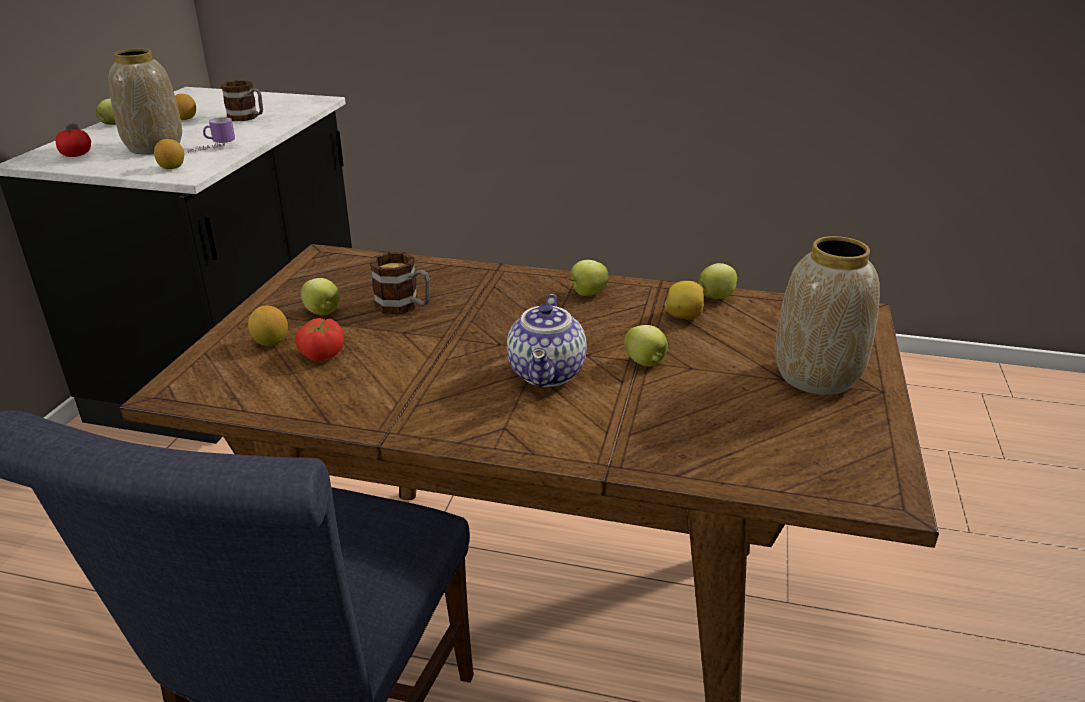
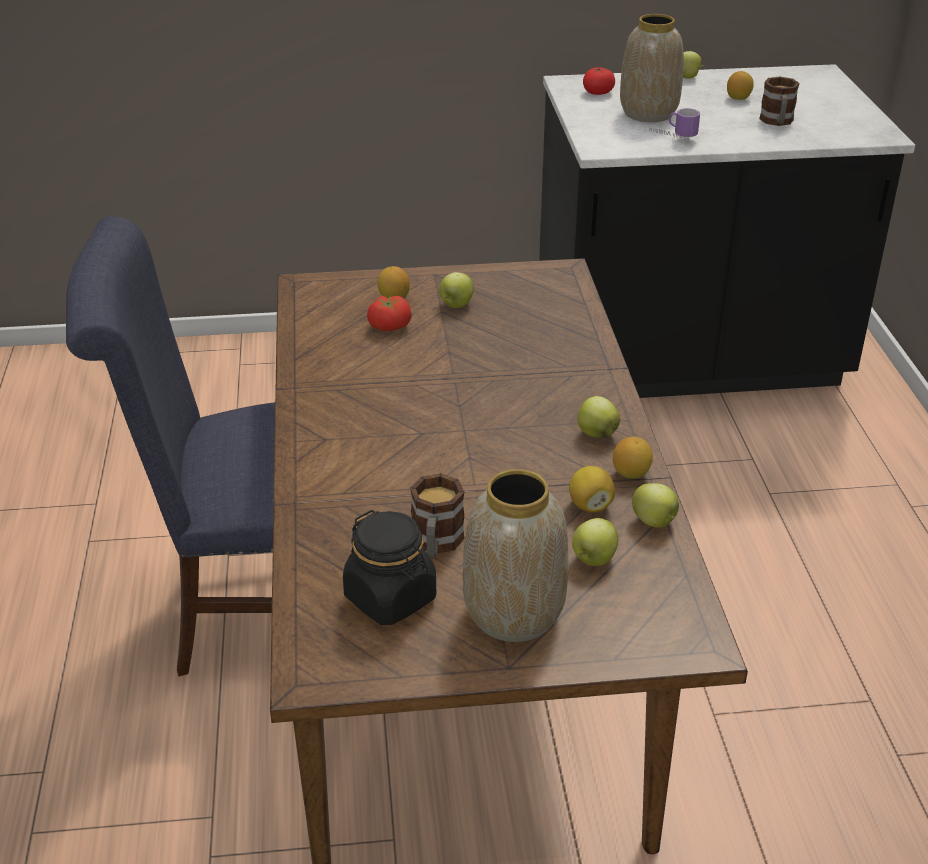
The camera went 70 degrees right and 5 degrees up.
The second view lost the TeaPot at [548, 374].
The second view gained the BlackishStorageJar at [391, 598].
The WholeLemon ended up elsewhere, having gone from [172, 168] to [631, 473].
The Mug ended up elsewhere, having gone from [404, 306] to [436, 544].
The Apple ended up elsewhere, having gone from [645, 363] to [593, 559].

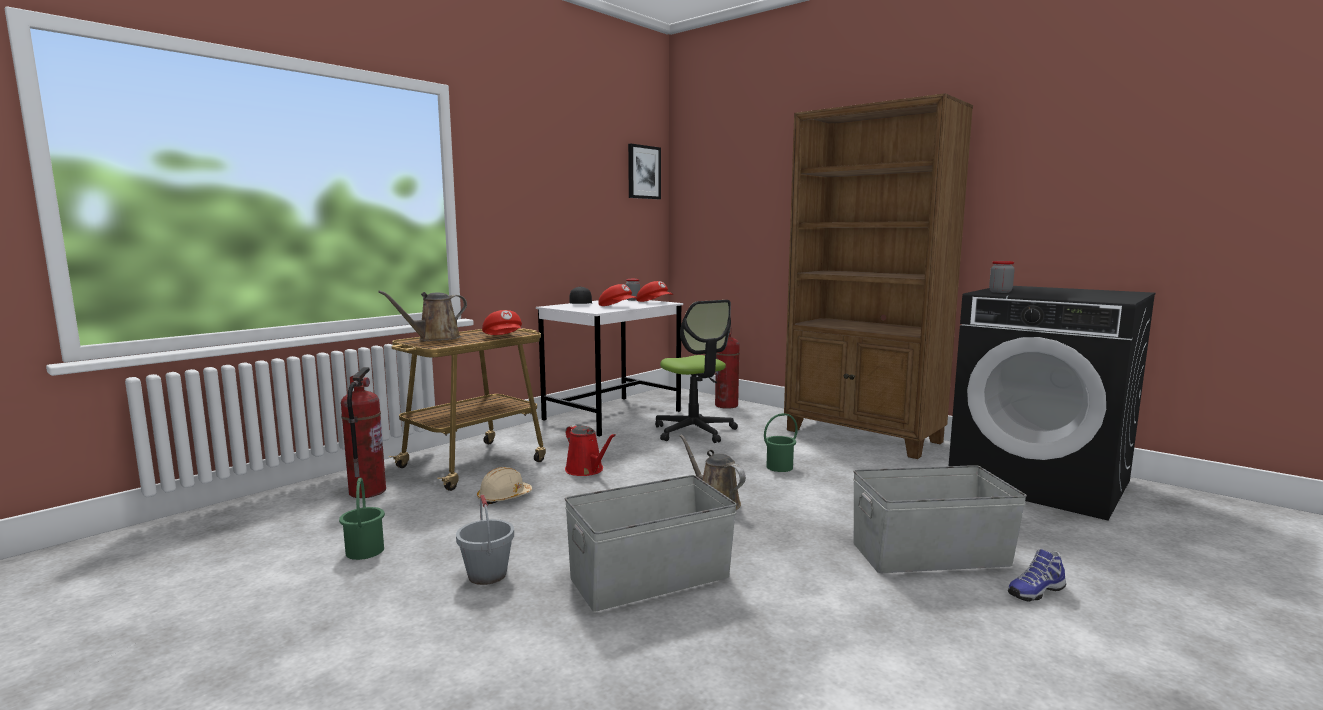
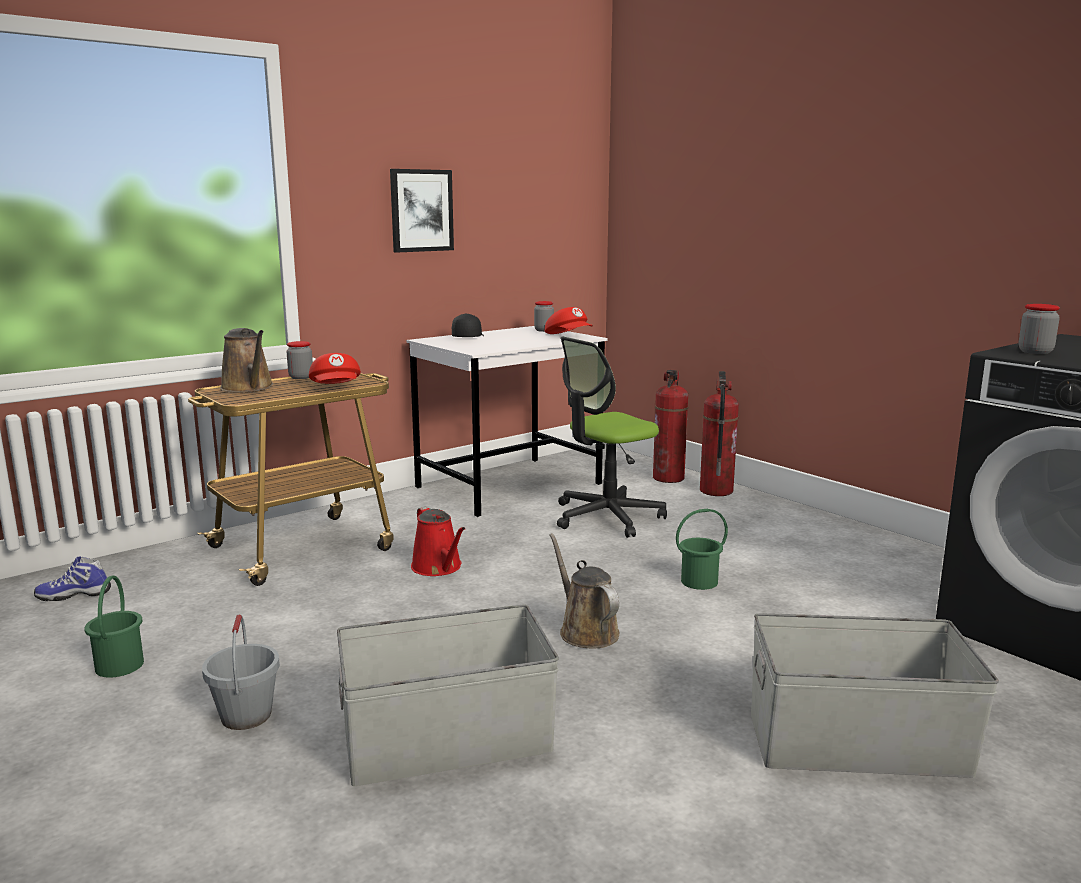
The camera went 10 degrees right and 5 degrees up.
The second view lost the BeigeHardHat at [504, 497].
The second view lost the RedBaseballCap at [618, 307].
The second view lost the BrownishShelvingUnit at [863, 436].
The second view gained the StorageJar at [301, 377].
The Extinguisher ended up elsewhere, having gone from [367, 492] to [716, 491].
The WallArt ended up elsewhere, having gone from [643, 172] to [421, 210].
The Shoe ended up elsewhere, having gone from [1034, 591] to [74, 595].
The BrownishWateringPot at [435, 338] ended up facing another way, 90 degrees counterclockwise from before.
The DeskChair at [694, 431] ended up facing another way, 75 degrees clockwise from before.

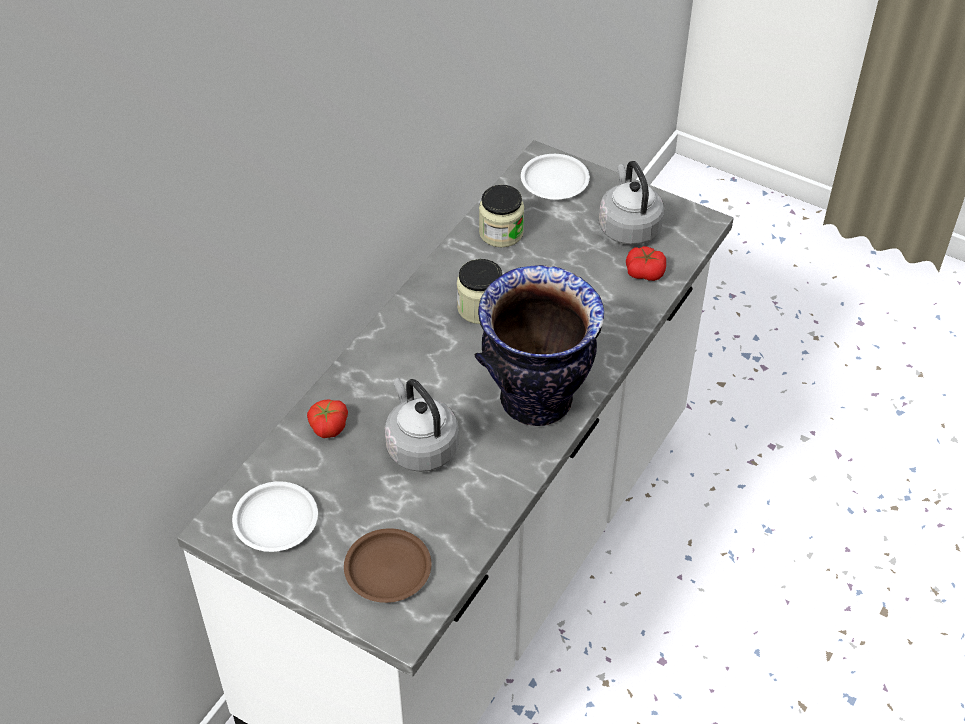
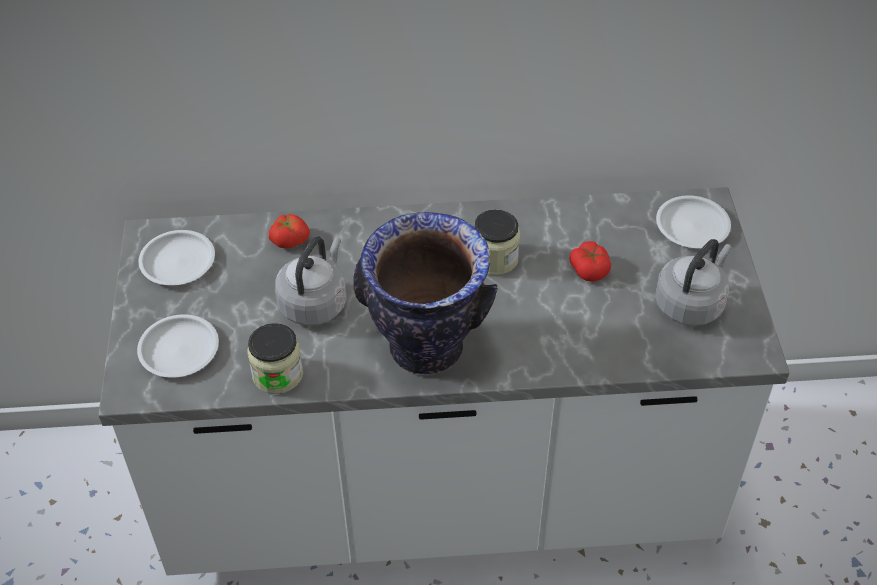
The camera went 55 degrees right and 0 degrees up.
The StorageJar ended up elsewhere, having gone from [501, 233] to [277, 374].
The Tomato ended up elsewhere, having gone from [644, 272] to [589, 269].
What was the BrownishDinnerPlate at [388, 570] turned into the WhiteColouredDinnerPlate at [178, 350].

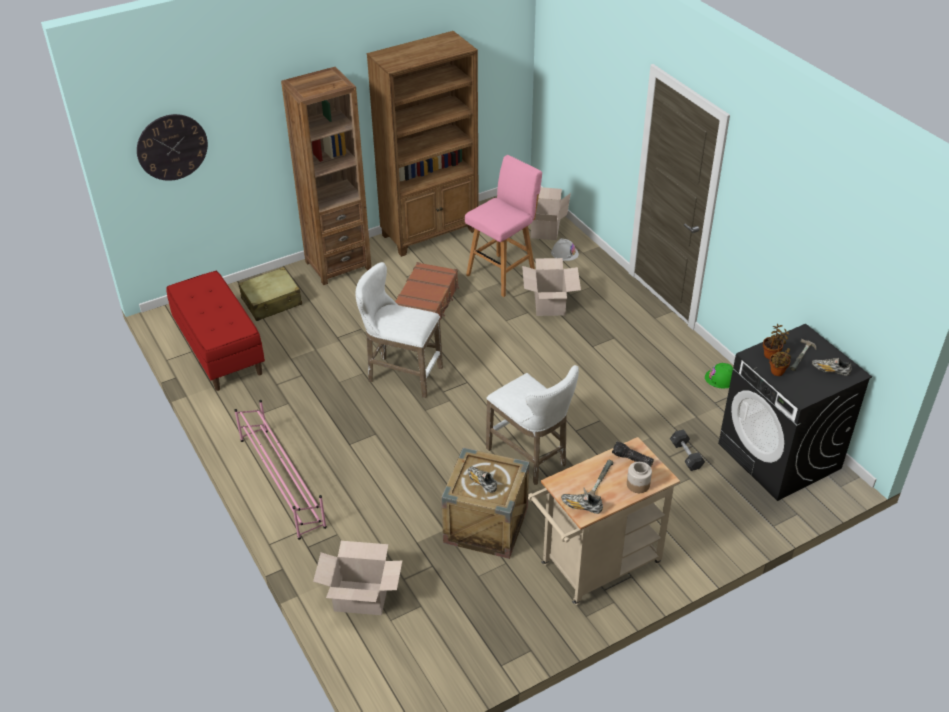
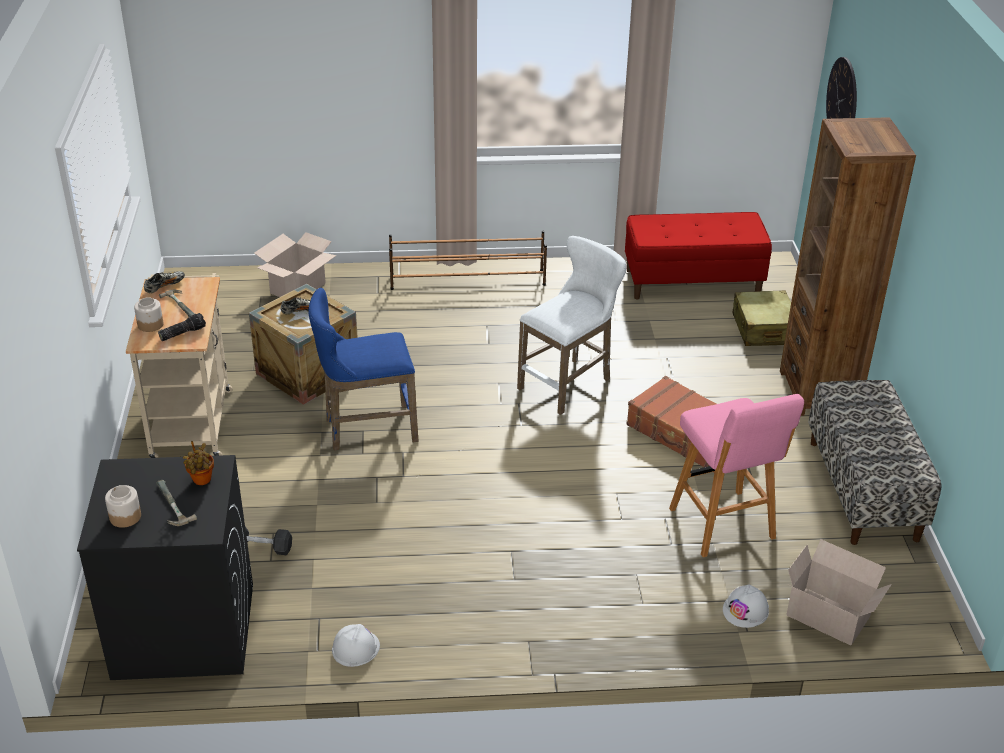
The camera went 115 degrees right and 5 degrees down.
The second view lost the Carton at [549, 304].
The second view lost the PottedPlant at [777, 373].
Where the BrownishShelvingUnit stood at [430, 233], the Bench came to stand at [863, 490].
Where the Shoe stood at [830, 370], the StorageJar came to stand at [125, 517].
What was the PinkShoeStand at [282, 481] turned into the BrownishShoeStand at [468, 279].
What was the WhiteColouredStoolSeat at [530, 458] turned into the BlueColouredStoolSeat at [365, 429].
What was the GreenishHardHat at [720, 378] turned into the WhiteColouredHardHat at [355, 648].

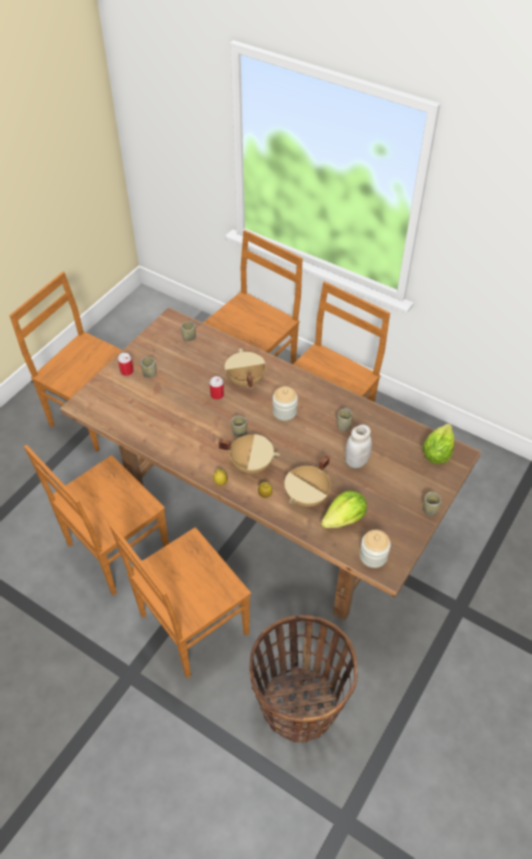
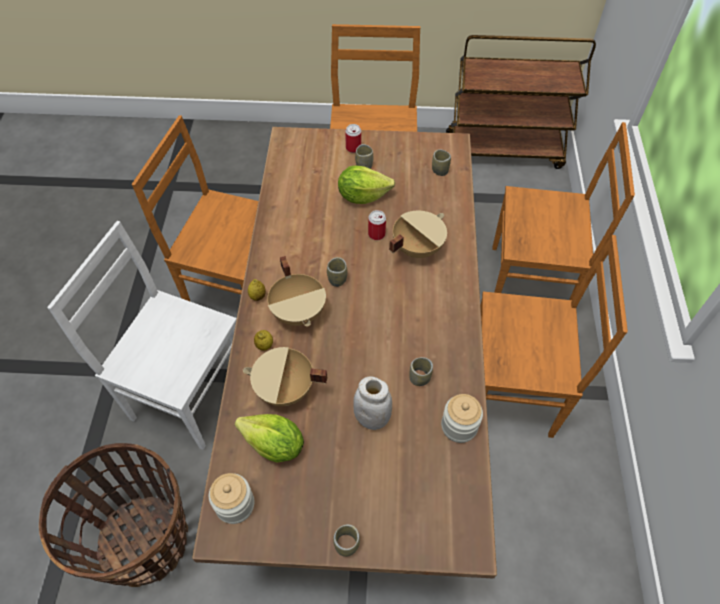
The camera went 60 degrees right and 5 degrees up.
The second view gained the BrownishTrolley at [504, 150].
The StorageJar ended up elsewhere, having gone from [284, 412] to [459, 426].
The HeadOfLettuce ended up elsewhere, having gone from [437, 453] to [362, 196].
What was the BrownishChair at [191, 626] turned into the WhiteColouredChair at [187, 393].

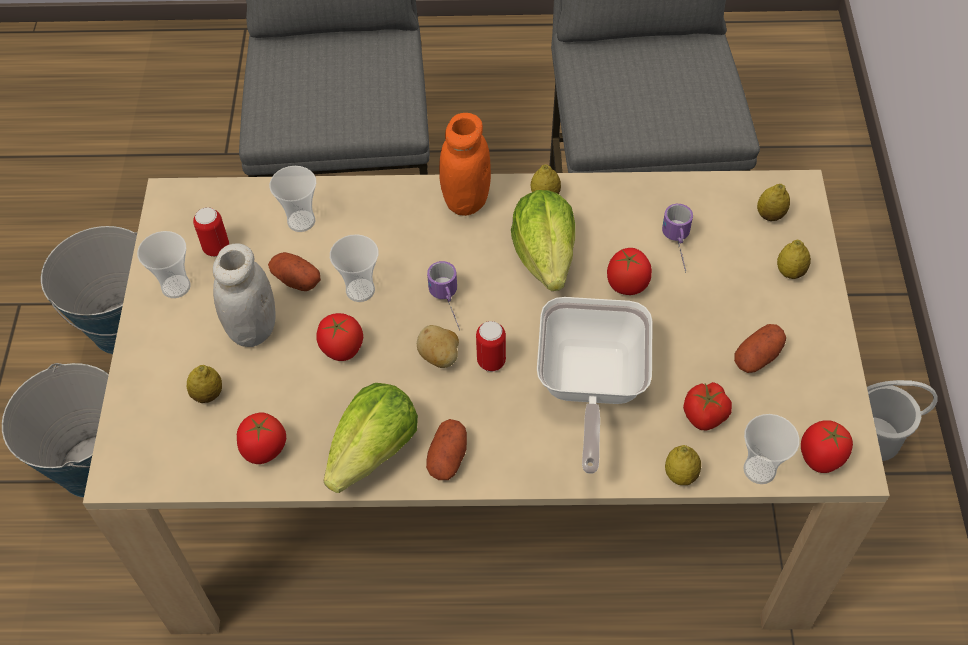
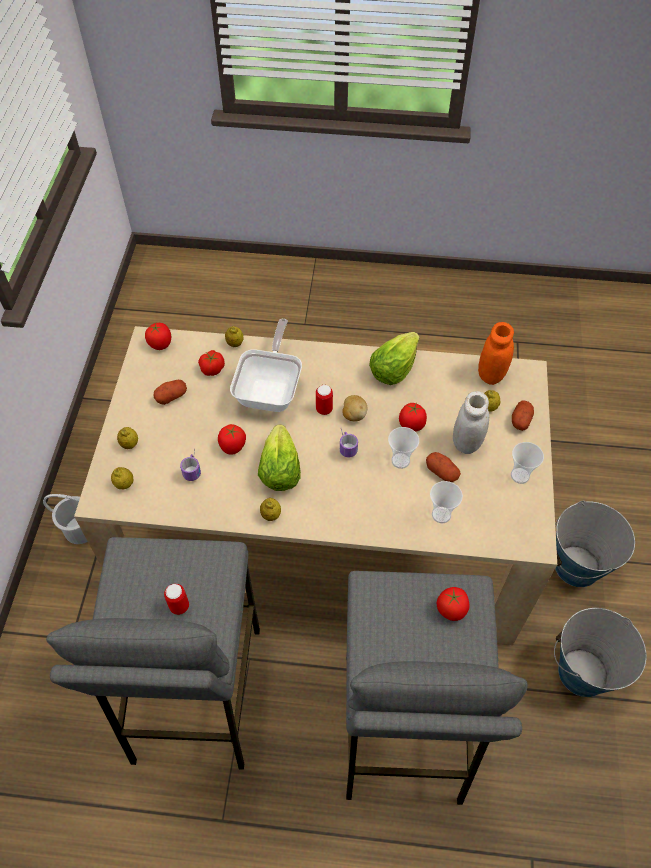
The camera went 175 degrees left and 0 degrees up.
The second view lost the Cup at [759, 469].
The SealedCan ended up elsewhere, having gone from [216, 248] to [179, 606].
The Tomato ended up elsewhere, having gone from [264, 450] to [451, 609].
The Spud ended up elsewhere, having gone from [447, 458] to [520, 420].
The OrangeColouredStorageJar ended up elsewhere, having gone from [466, 200] to [491, 375].

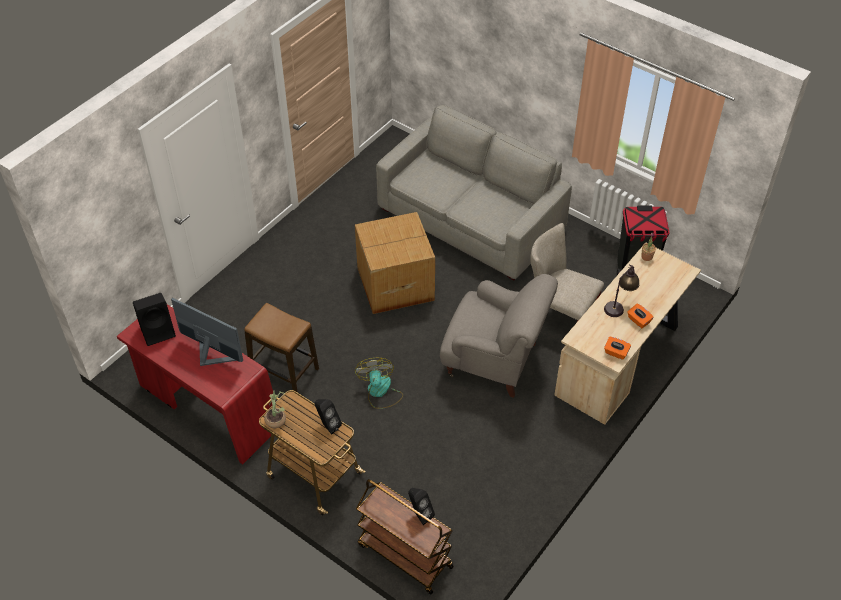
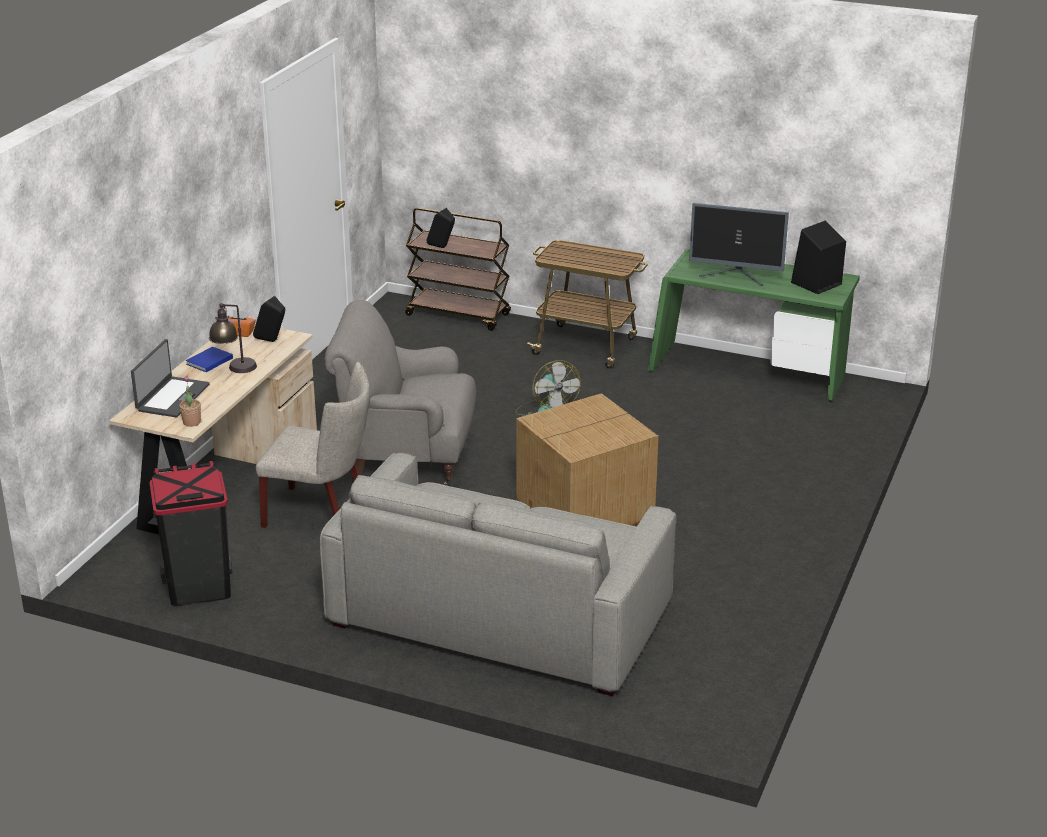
The camera went 165 degrees right and 20 degrees down.
The second view lost the StoolSeat at [284, 371].
The second view lost the PottedPlant at [276, 418].
The second view gained the PortableComputer at [172, 397].
The BlackishLoudspeaker ended up elsewhere, having gone from [327, 425] to [272, 341].
Where the OrangeColouredTissueBox stood at [638, 321], the BlueColouredBoundBook came to stand at [208, 361].
What was the RedDeskUnit at [207, 407] turned into the GreenishDeskUnit at [748, 373].

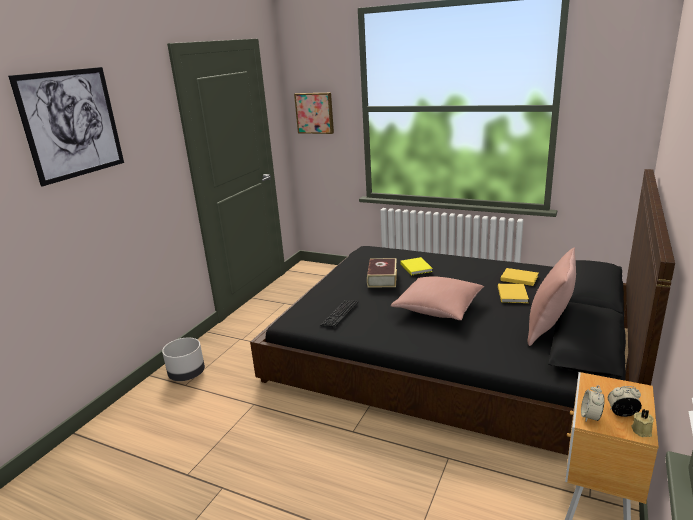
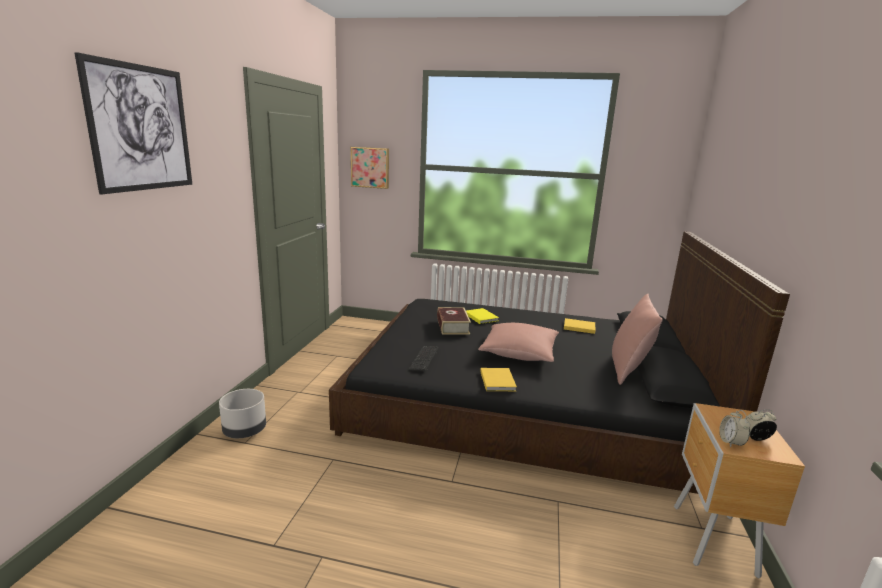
The camera went 15 degrees left and 5 degrees down.
The second view lost the BeigeCandle at [642, 430].
The YellowBoundBook ended up elsewhere, having gone from [513, 294] to [498, 380].

